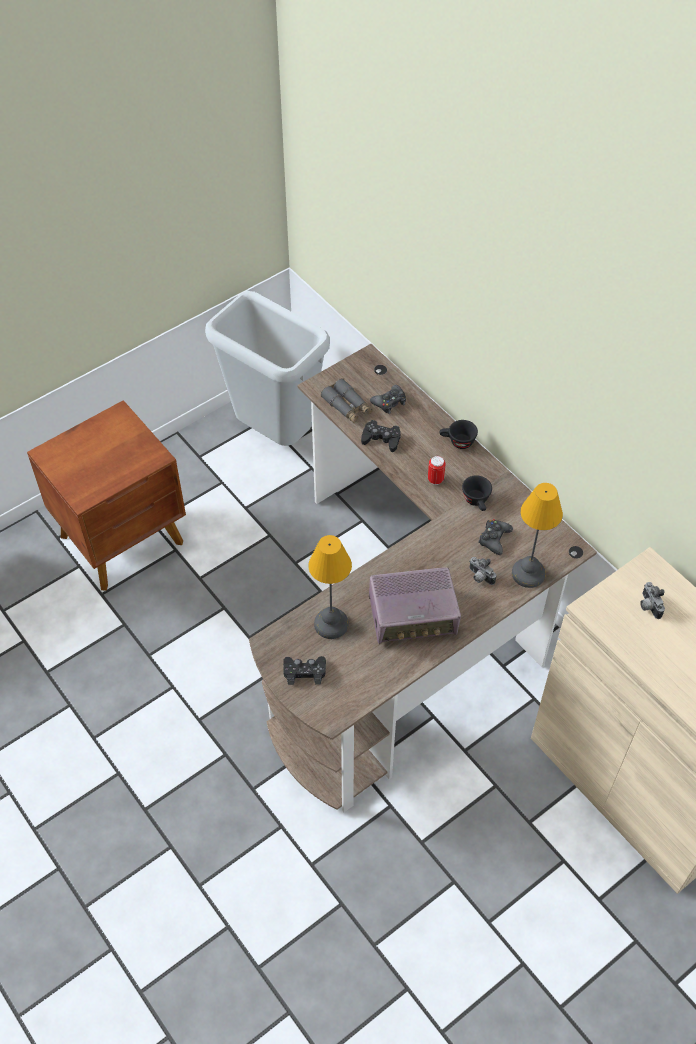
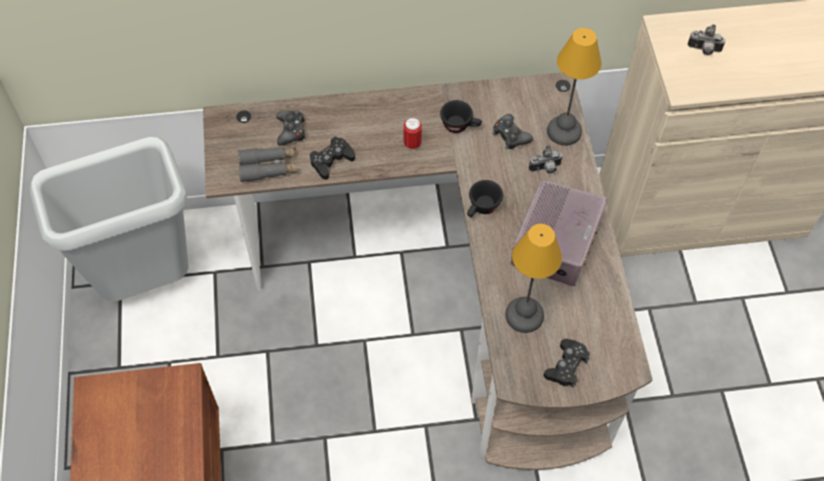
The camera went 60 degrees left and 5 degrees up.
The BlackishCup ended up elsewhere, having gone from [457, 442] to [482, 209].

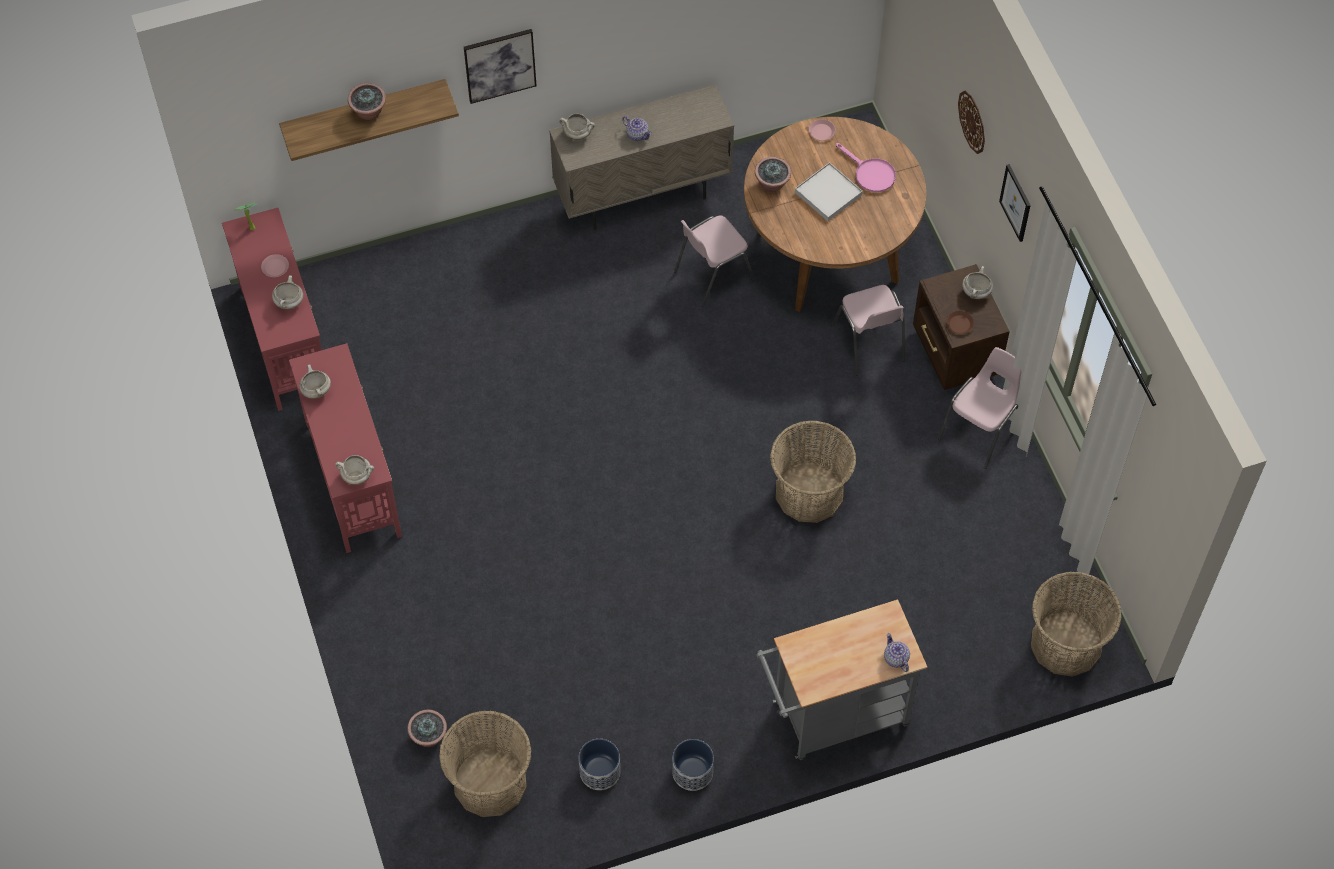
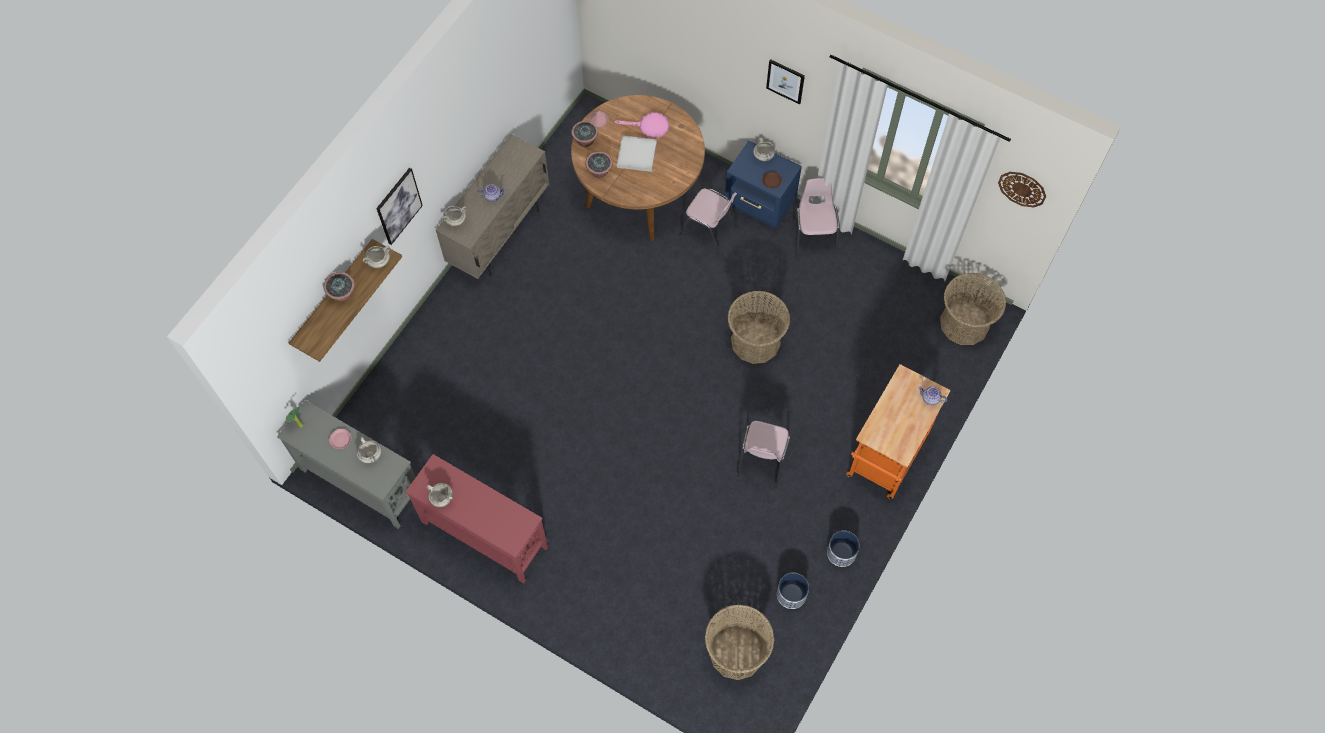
The camera went 40 degrees left and 5 degrees up.
The WhiteColouredStockpot ended up elsewhere, having gone from [357, 475] to [379, 261].
The PottedPlant ended up elsewhere, having gone from [429, 736] to [585, 141].
The PinkChair ended up elsewhere, having gone from [712, 275] to [762, 460].
The WallClock ended up elsewhere, having gone from [972, 121] to [1022, 188].
What was the RedConsoleTable at [286, 339] turned into the GrayConsoleTable at [361, 481].
What was the GrayTrolley at [832, 717] turned into the OrangeColouredTrolley at [885, 460].
What was the BrownishBedsideTable at [954, 355] turned into the BlueColouredBedsideTable at [760, 204].

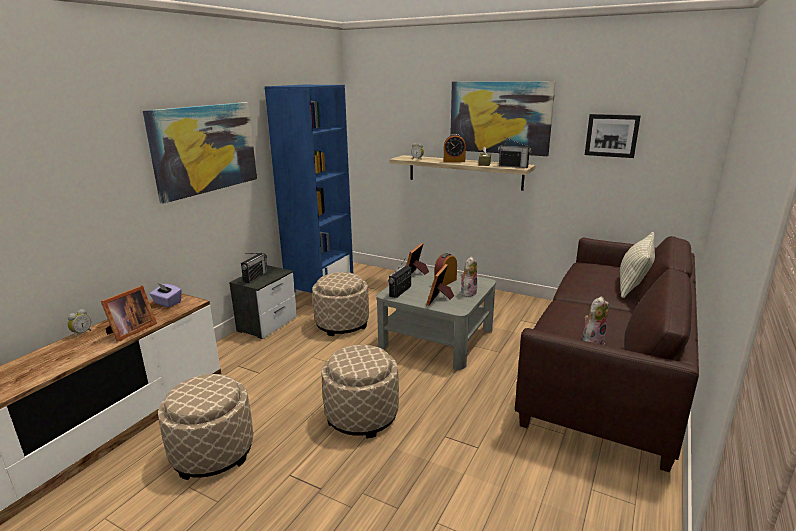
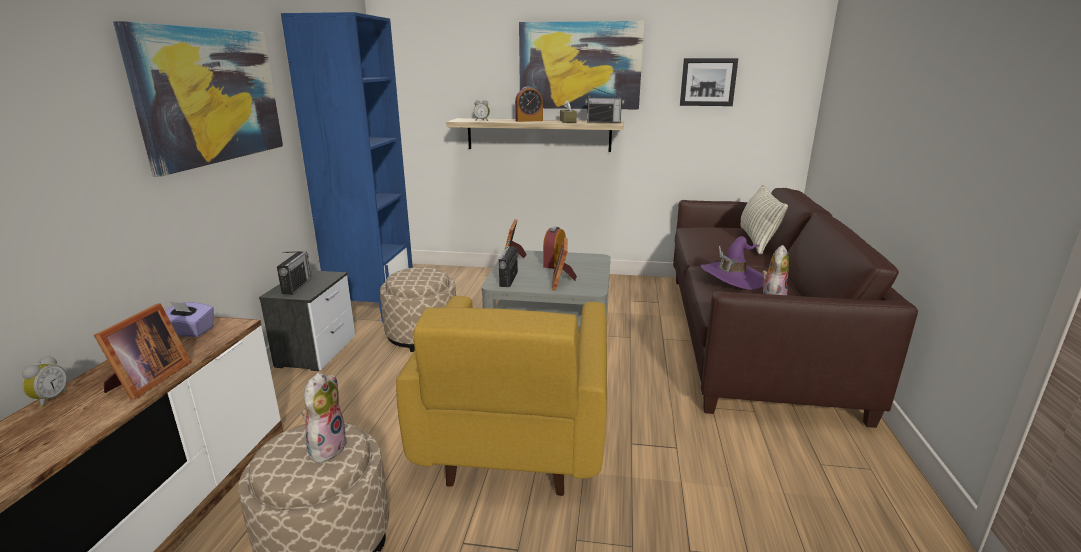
The camera went 20 degrees left and 0 degrees up.
The second view gained the PurplishClothingHat at [733, 277].
The PlushToy ended up elsewhere, having gone from [468, 292] to [327, 447].
Where the BeigeOttoman stood at [361, 415], the YellowEasyChair came to stand at [515, 441].

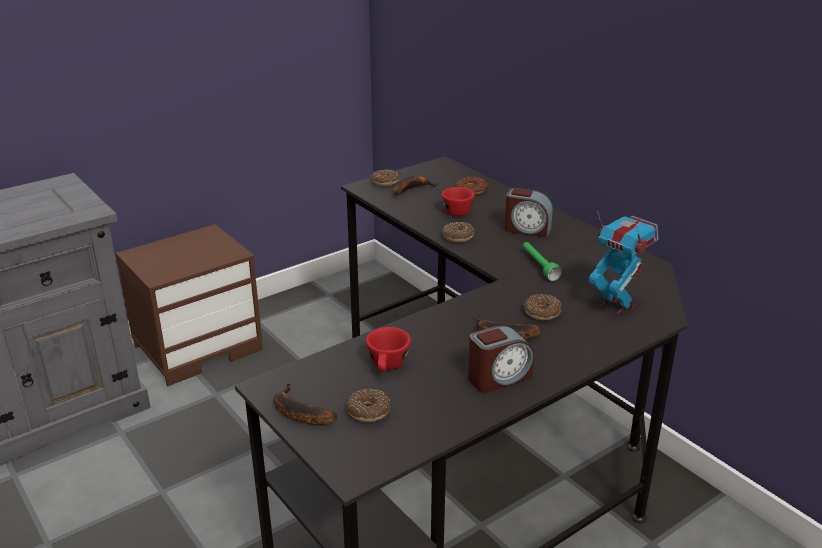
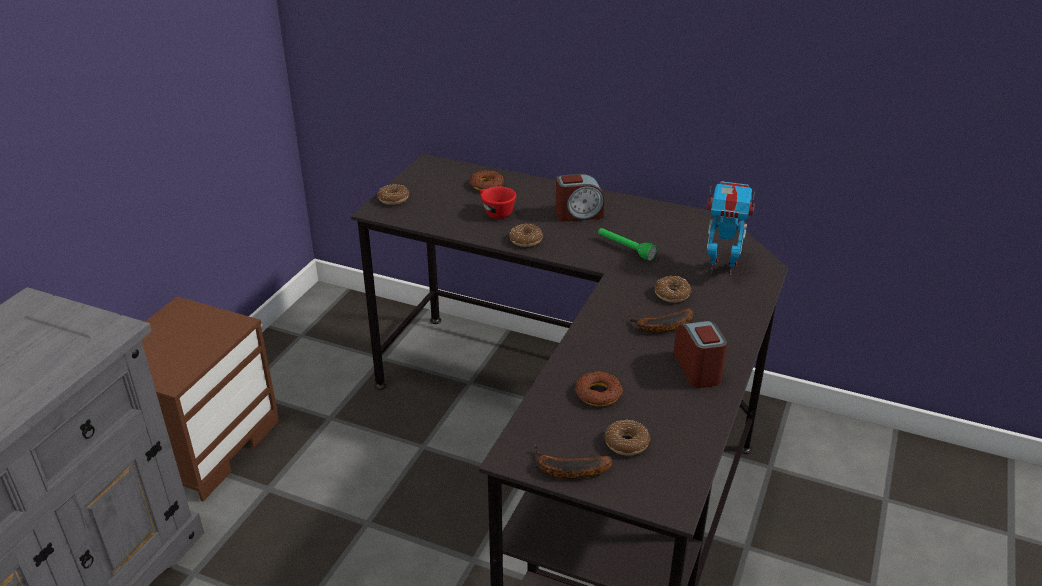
The camera went 30 degrees left and 5 degrees up.
The second view lost the WholeBanana at [412, 189].
Where the RedCup stood at [388, 366], the RingDoughnut came to stand at [598, 393].
The AlarmClock at [498, 377] ended up facing another way, 45 degrees counterclockwise from before.

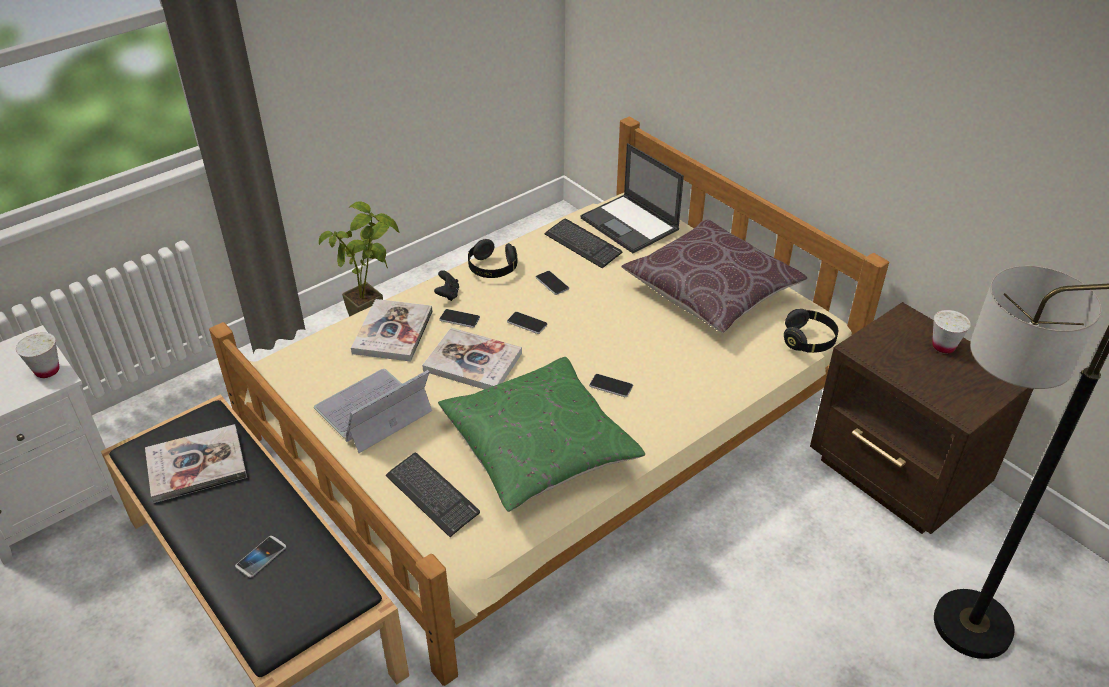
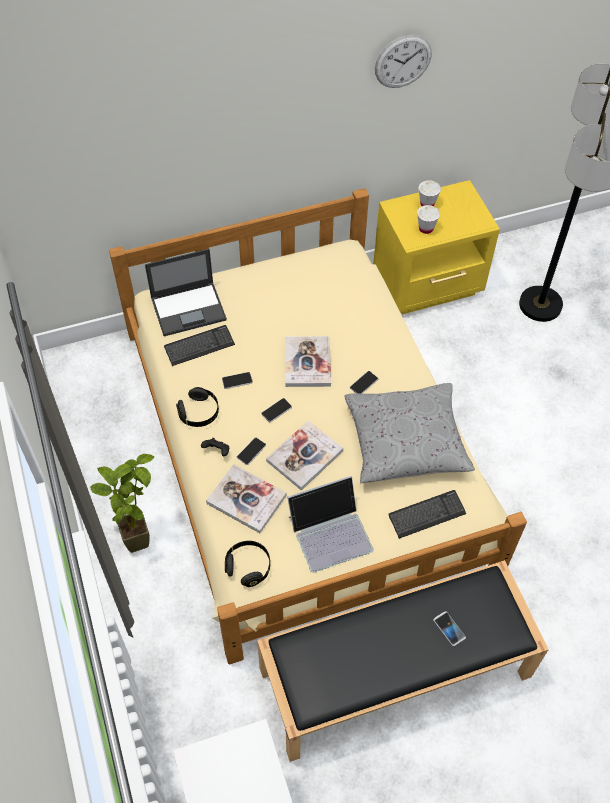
The camera went 70 degrees left and 15 degrees up.
The second view lost the BrownishCushion at [711, 291].
The second view gained the WallClock at [403, 61].
The WhiteColouredCup ended up elsewhere, having gone from [47, 370] to [426, 228].
The BoundBook ended up elsewhere, having gone from [196, 465] to [307, 363].
The BlackishHeadset ended up elsewhere, having gone from [808, 340] to [248, 566].
What was the GreenishCushion at [539, 447] turned into the GrayCushion at [405, 442].
What was the BrownishBedsideTable at [897, 476] turned into the YellowBedsideTable at [429, 284].
The PortableComputer at [373, 411] ended up facing another way, 90 degrees counterclockwise from before.

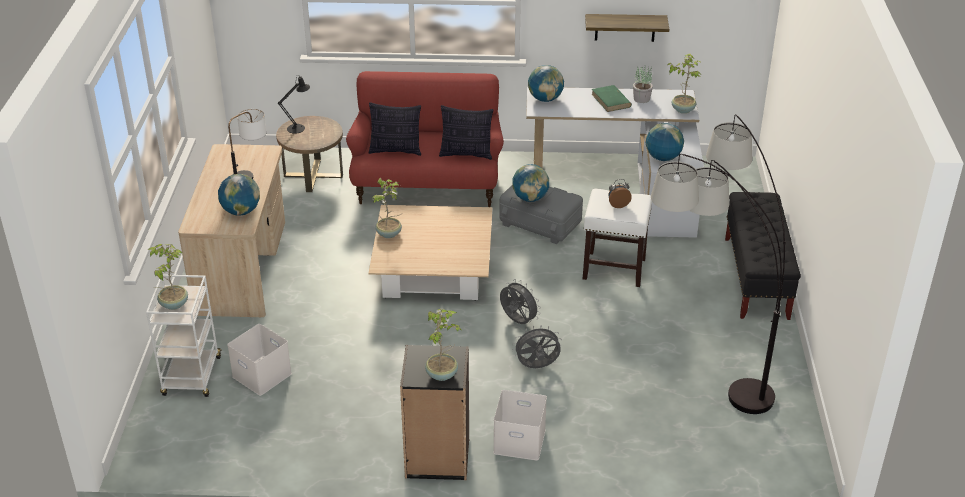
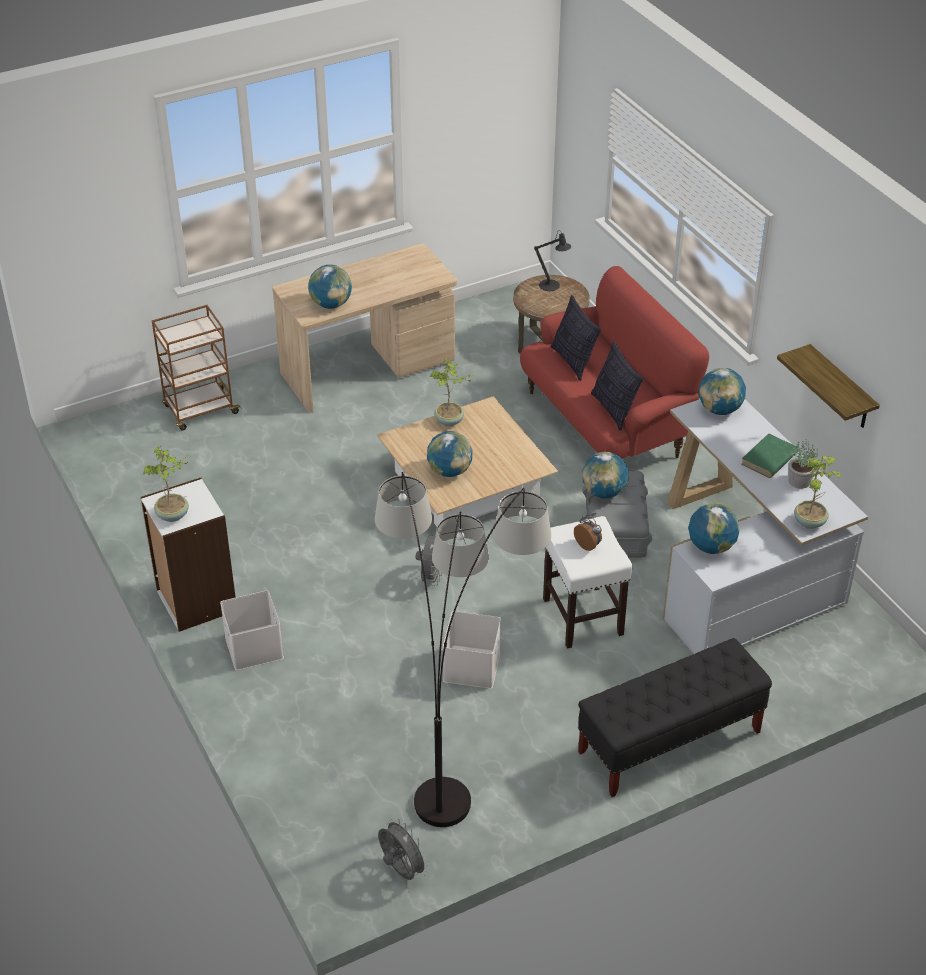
The camera went 60 degrees right and 5 degrees up.
The second view lost the PottedPlant at [173, 304].
The second view lost the TableLamp at [251, 174].
The second view gained the Globe at [449, 471].
The WhiteColouredStorageContainer ended up elsewhere, having gone from [263, 375] to [472, 667].
The GrayFan ended up elsewhere, having gone from [537, 367] to [401, 870].
What was the WhiteColouredTrolley at [192, 377] turned into the BrownishTrolley at [200, 410].
What was the BlackishShelvingUnit at [437, 458] turned into the WhiteColouredShelvingUnit at [195, 601].

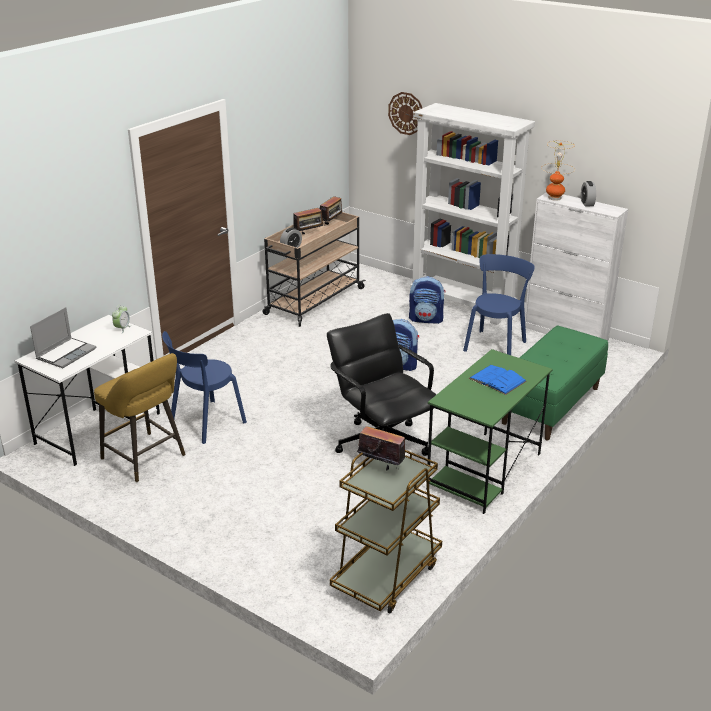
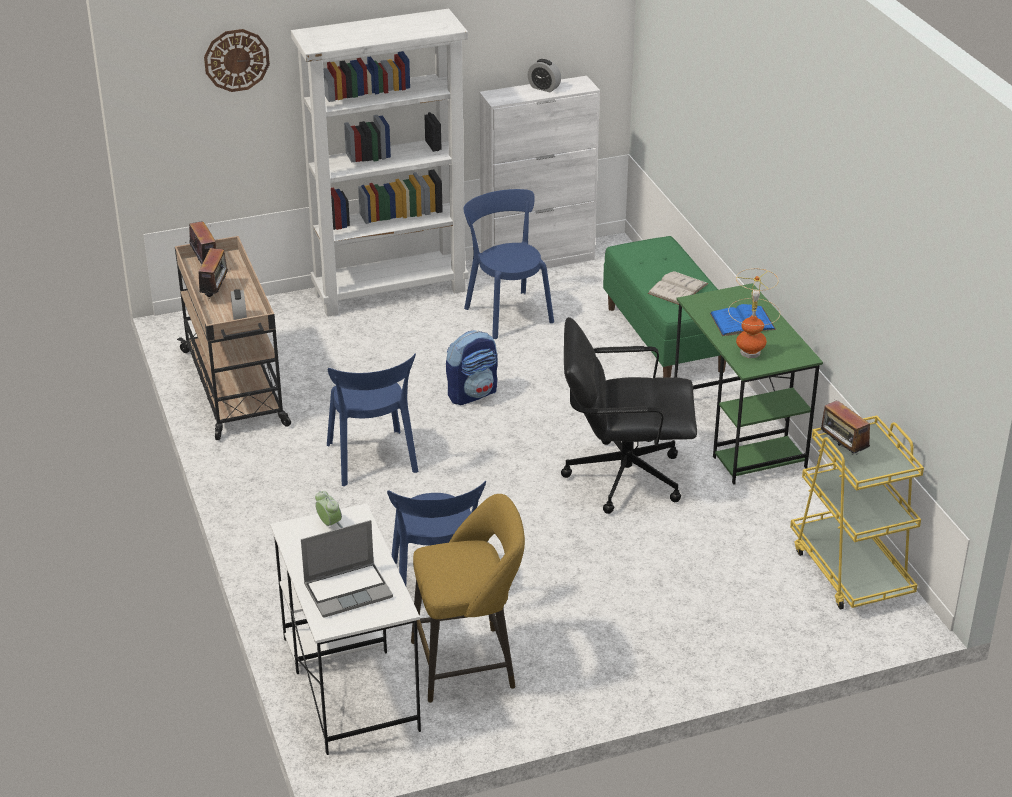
The camera went 55 degrees left and 5 degrees up.
The second view lost the Backpack at [426, 319].
The second view gained the BlueColouredChair at [372, 460].
The second view gained the WhiteColouredBoundBook at [678, 288].
The TableLamp ended up elsewhere, having gone from [554, 198] to [750, 352].
What was the BrownishTrolley at [386, 575] turned into the YellowTrolley at [850, 570].
The PortableComputer at [66, 354] ended up facing another way, 90 degrees clockwise from before.
The Radio at [381, 465] ended up facing another way, 90 degrees counterclockwise from before.

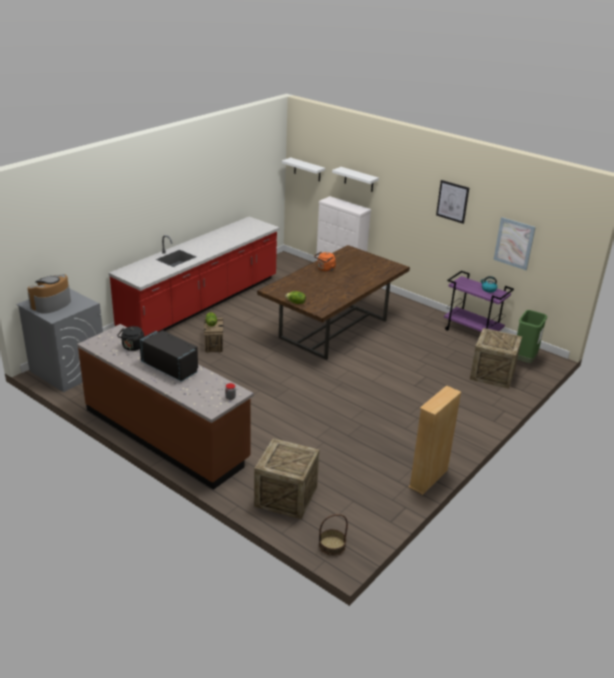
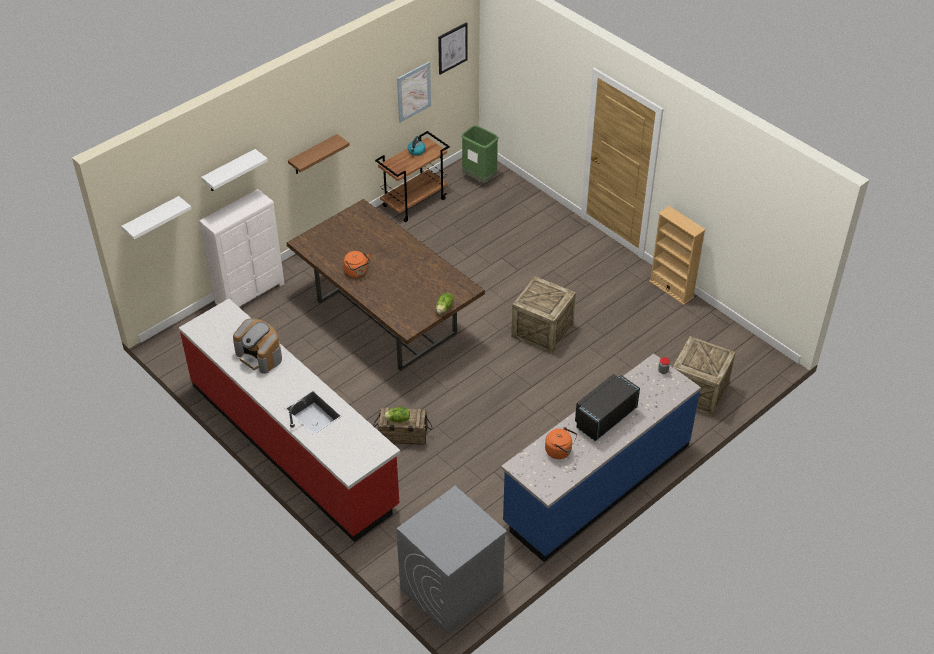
The camera went 80 degrees left and 15 degrees up.
The second view lost the Basket at [332, 545].
The second view gained the BrownishShelf at [313, 155].
The CoffeeBrewer ended up elsewhere, having gone from [51, 304] to [260, 356].
The WallArt ended up elsewhere, having gone from [452, 201] to [452, 48].
The ShippingCrate ended up elsewhere, having gone from [492, 374] to [542, 330].
What was the BrownishCounter at [166, 435] turned into the BlueColouredCounter at [596, 484].
What was the BlackishKettle at [133, 347] turned into the OrangeColouredKettle at [560, 451].
What was the PurplishTrolley at [472, 332] turned into the BrownishTrolley at [414, 202].

